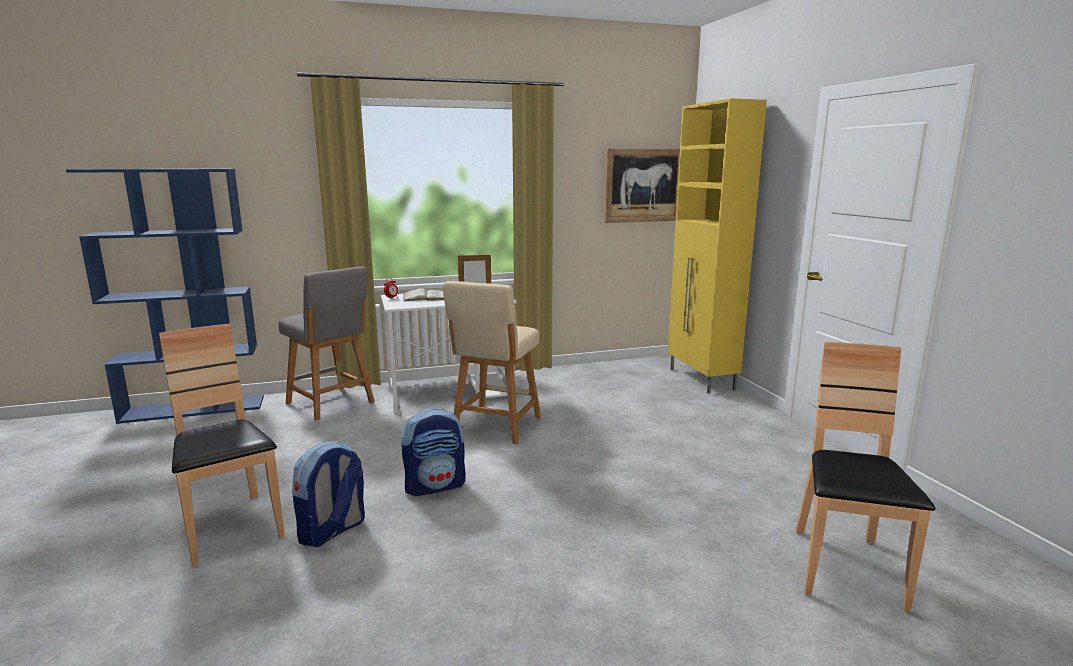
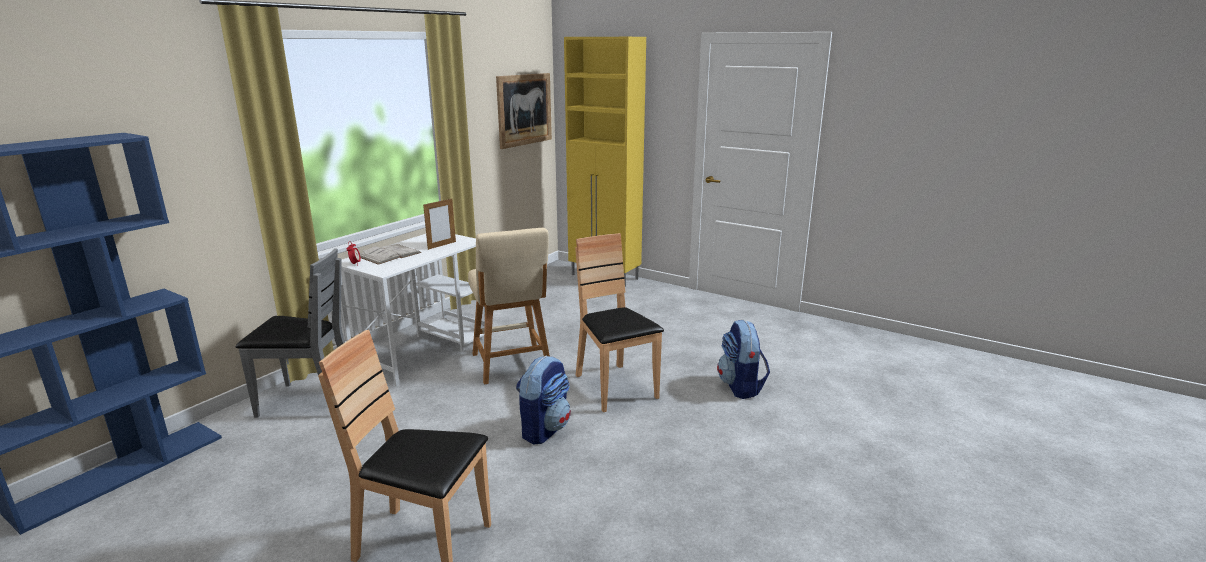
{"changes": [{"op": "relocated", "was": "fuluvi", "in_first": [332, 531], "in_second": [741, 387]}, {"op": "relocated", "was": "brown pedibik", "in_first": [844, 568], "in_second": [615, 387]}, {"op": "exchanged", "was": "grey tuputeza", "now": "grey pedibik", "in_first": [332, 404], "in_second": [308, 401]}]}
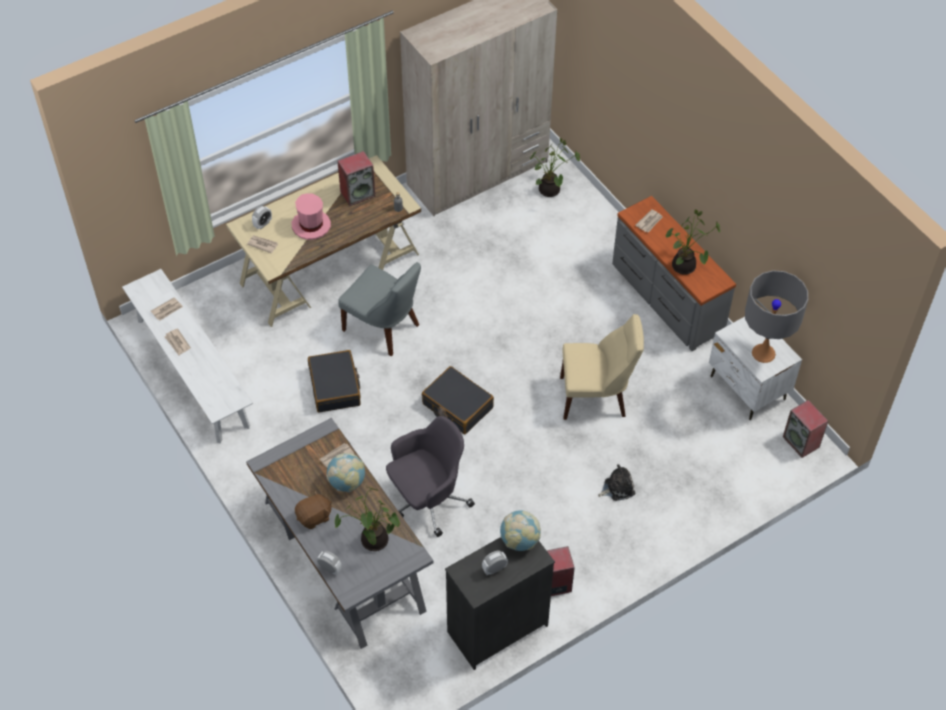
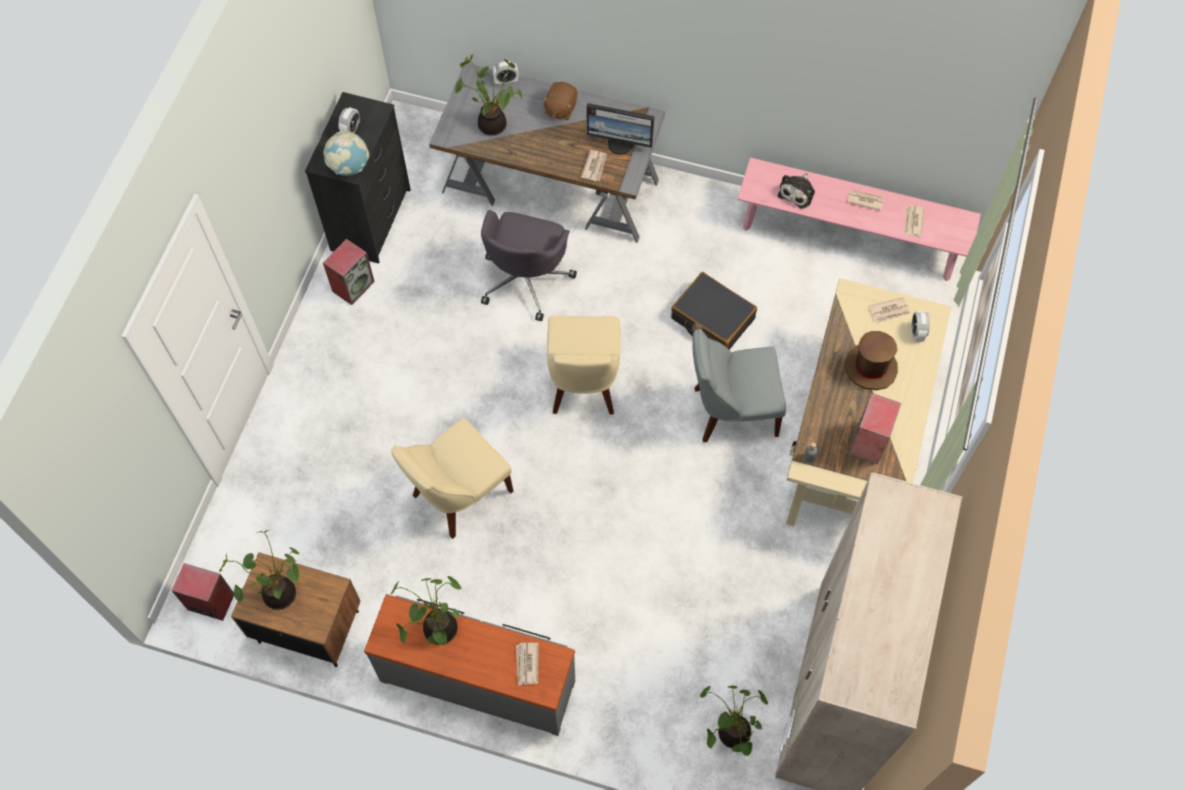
{"changes": [{"op": "missing", "was": "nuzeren", "in_first": [347, 482]}, {"op": "appeared", "now": "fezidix", "in_second": [620, 143]}, {"op": "relocated", "was": "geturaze", "in_first": [617, 488], "in_second": [797, 192]}, {"op": "exchanged", "was": "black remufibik", "now": "beige pedibik", "in_first": [457, 406], "in_second": [583, 384]}, {"op": "exchanged", "was": "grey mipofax", "now": "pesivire", "in_first": [763, 353], "in_second": [278, 591]}, {"op": "colour", "was": "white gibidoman", "now": "pink gibidoman", "in_first": [192, 372], "in_second": [849, 238]}, {"op": "colour", "was": "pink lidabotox", "now": "brown lidabotox", "in_first": [311, 225], "in_second": [870, 367]}, {"op": "colour", "was": "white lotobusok", "now": "brown lotobusok", "in_first": [747, 388], "in_second": [308, 626]}]}
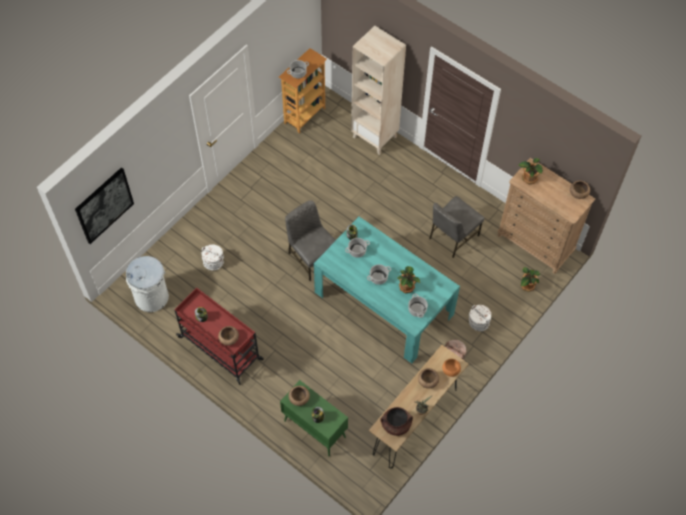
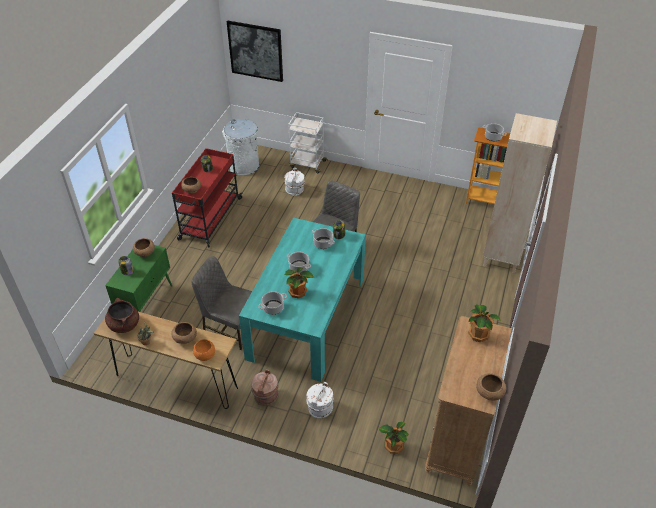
{"changes": [{"op": "appeared", "now": "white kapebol", "in_second": [307, 164]}, {"op": "relocated", "was": "grey pedibik", "in_first": [452, 237], "in_second": [231, 327]}]}
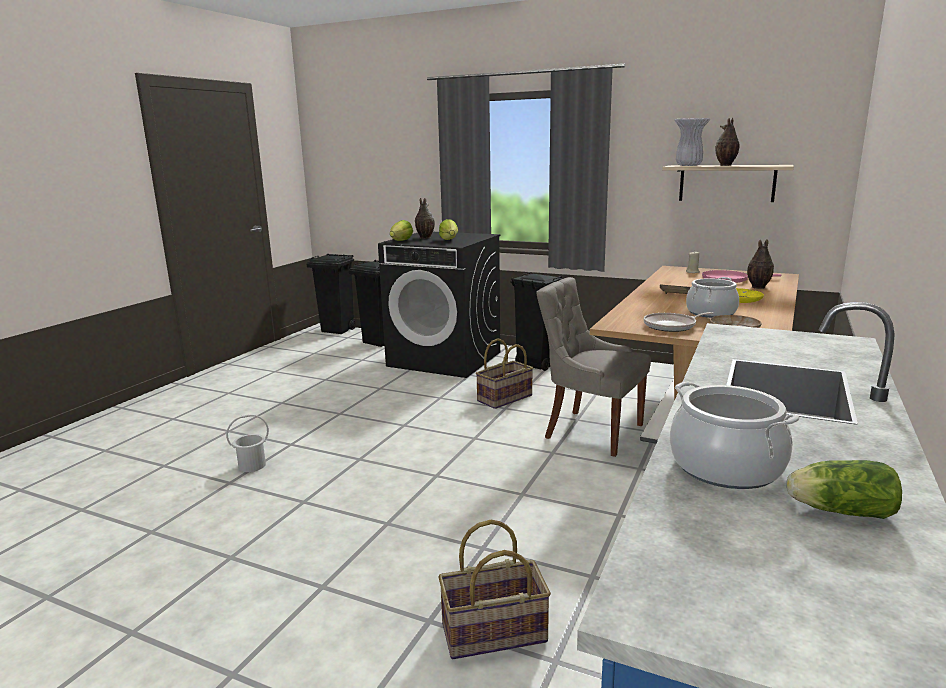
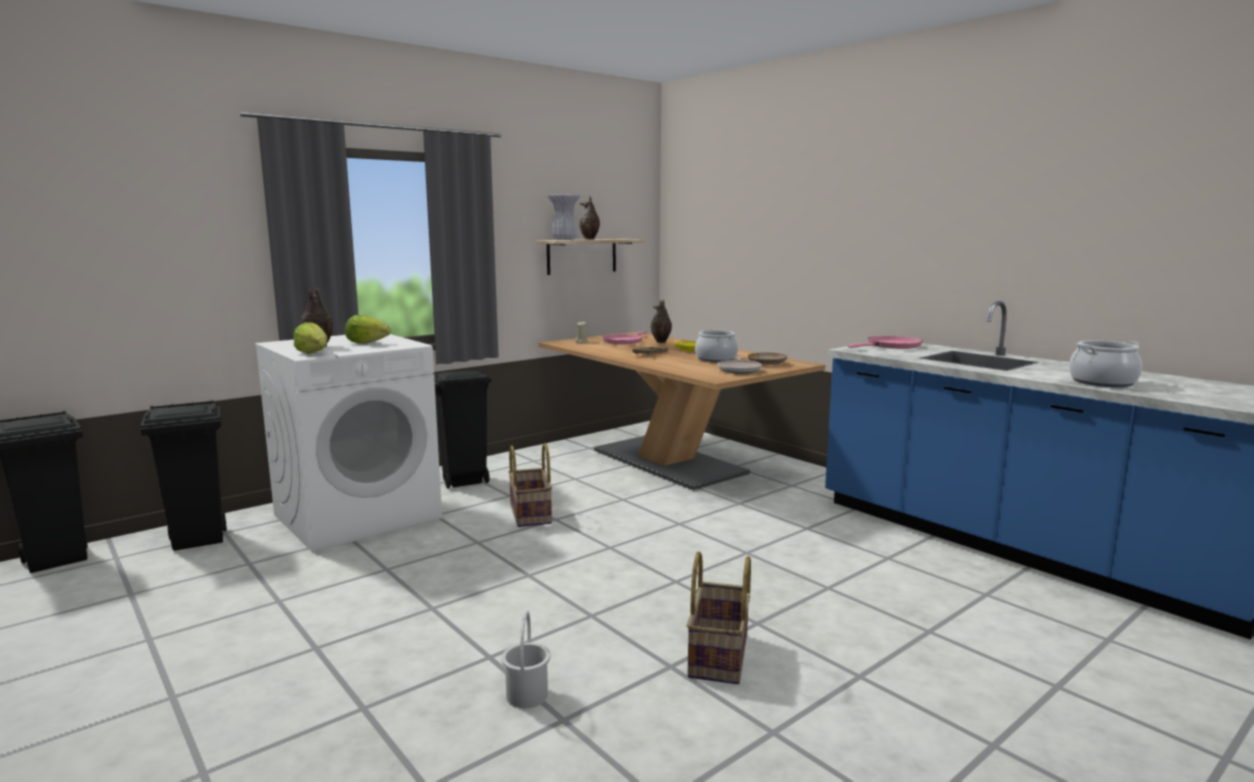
{"changes": [{"op": "missing", "was": "grey pedibik", "in_first": [591, 431]}, {"op": "missing", "was": "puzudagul", "in_first": [837, 511]}, {"op": "appeared", "now": "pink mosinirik", "in_second": [891, 346]}, {"op": "relocated", "was": "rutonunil", "in_first": [493, 634], "in_second": [720, 656]}, {"op": "colour", "was": "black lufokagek", "now": "white lufokagek", "in_first": [445, 359], "in_second": [358, 516]}]}
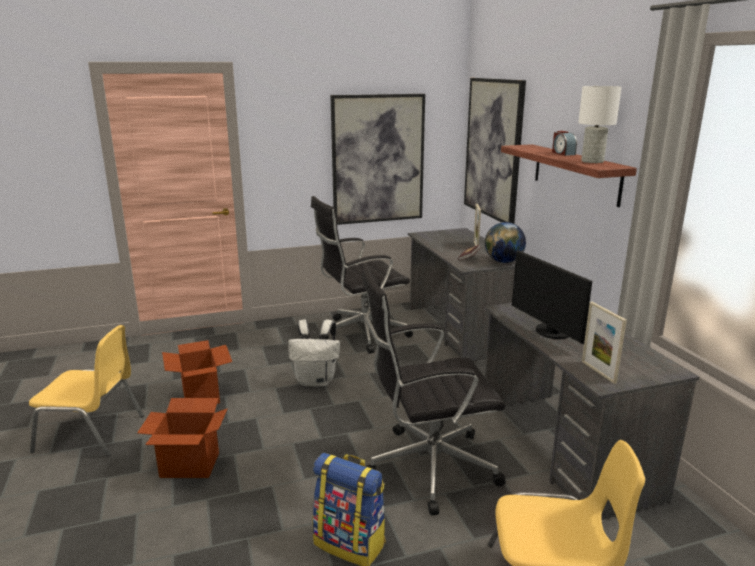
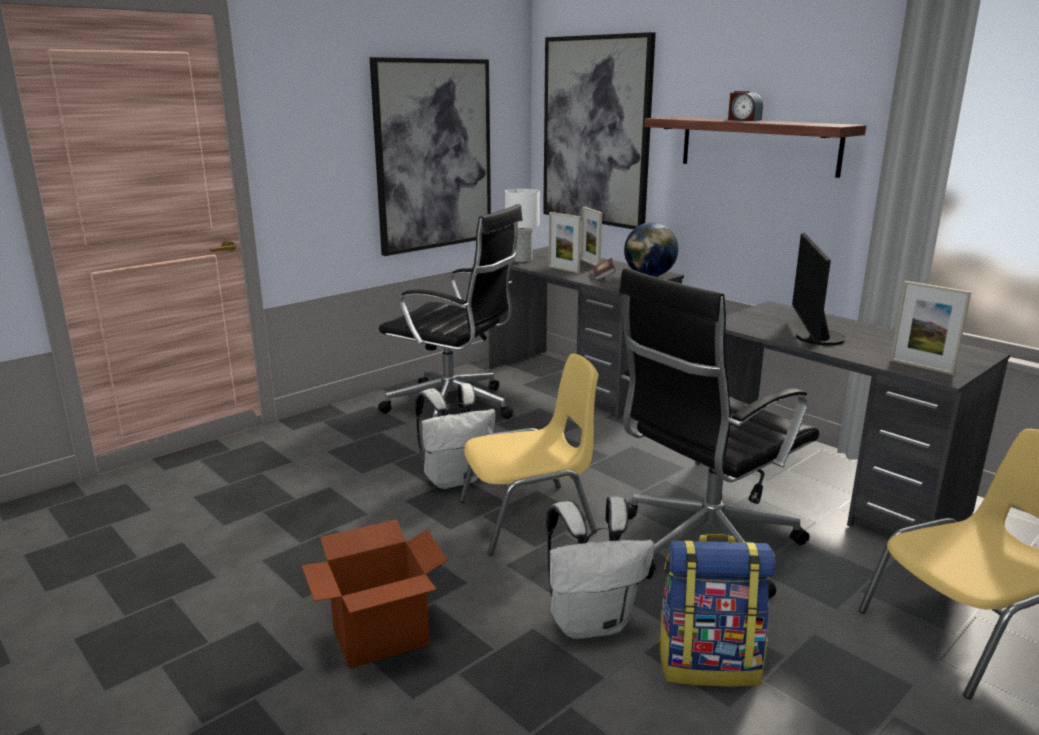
{"changes": [{"op": "missing", "was": "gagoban", "in_first": [201, 396]}, {"op": "appeared", "now": "white fuluvi", "in_second": [591, 622]}, {"op": "appeared", "now": "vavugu", "in_second": [563, 269]}, {"op": "relocated", "was": "yellow pedibik", "in_first": [92, 433], "in_second": [529, 517]}, {"op": "relocated", "was": "white mipofax", "in_first": [591, 161], "in_second": [521, 260]}, {"op": "spun", "was": "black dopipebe", "in_first": [361, 333], "in_second": [454, 408], "clockwise": -105}, {"op": "spun", "was": "fezidix", "in_first": [550, 332], "in_second": [814, 337], "clockwise": 60}]}
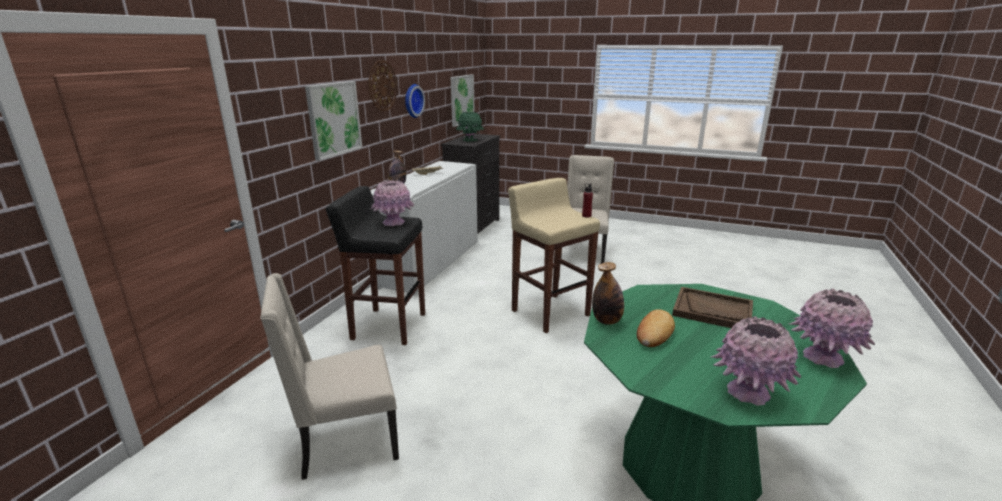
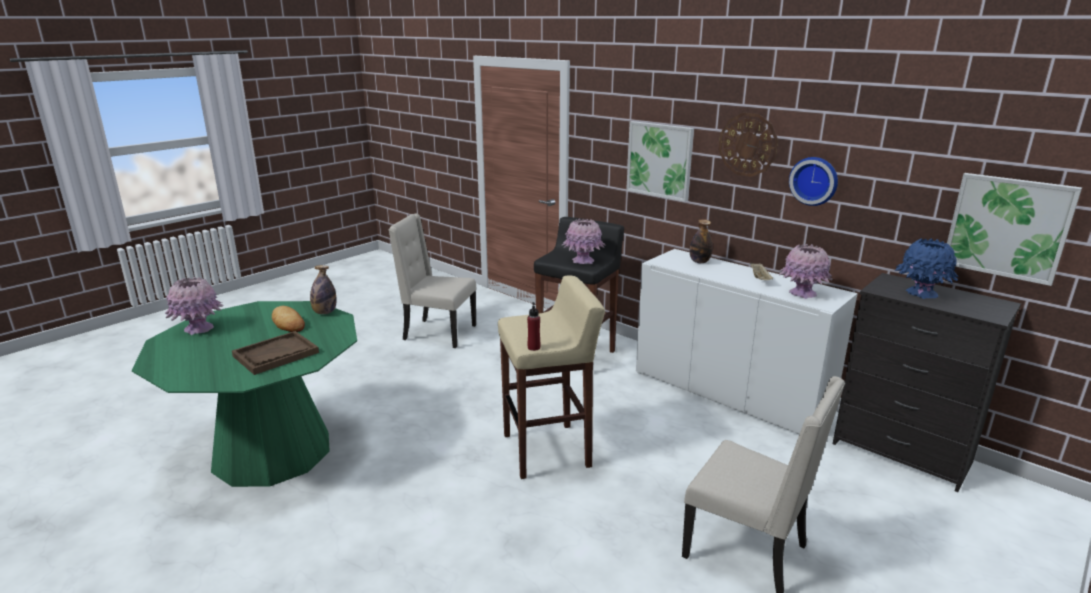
{"changes": [{"op": "relocated", "was": "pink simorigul", "in_first": [823, 357], "in_second": [802, 294]}, {"op": "colour", "was": "green simorigul", "now": "blue simorigul", "in_first": [470, 140], "in_second": [921, 294]}, {"op": "spun", "was": "beige pedibik", "in_first": [345, 442], "in_second": [438, 333], "clockwise": -75}]}
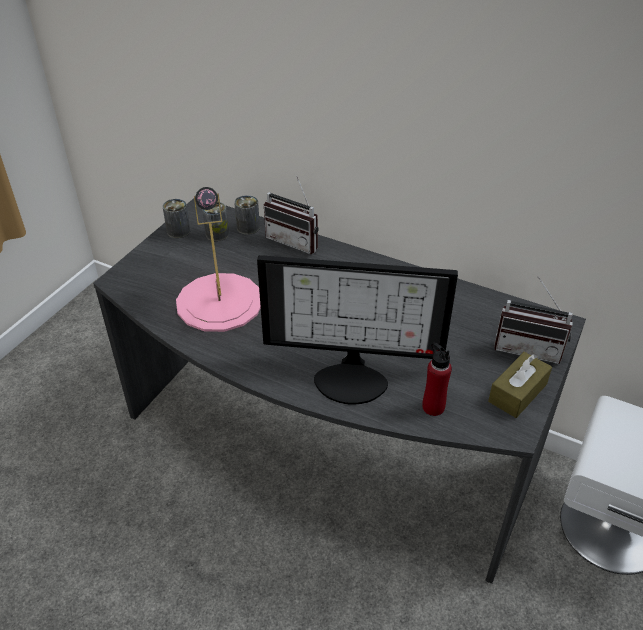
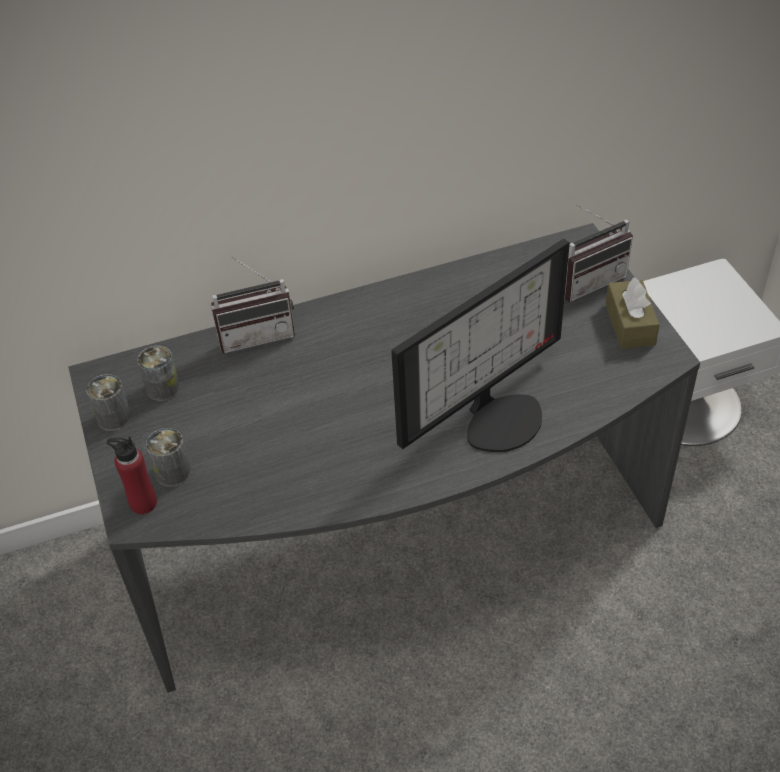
{"changes": [{"op": "missing", "was": "pink mipofax", "in_first": [219, 302]}, {"op": "relocated", "was": "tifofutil", "in_first": [248, 227], "in_second": [173, 472]}, {"op": "relocated", "was": "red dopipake", "in_first": [433, 407], "in_second": [143, 503]}]}
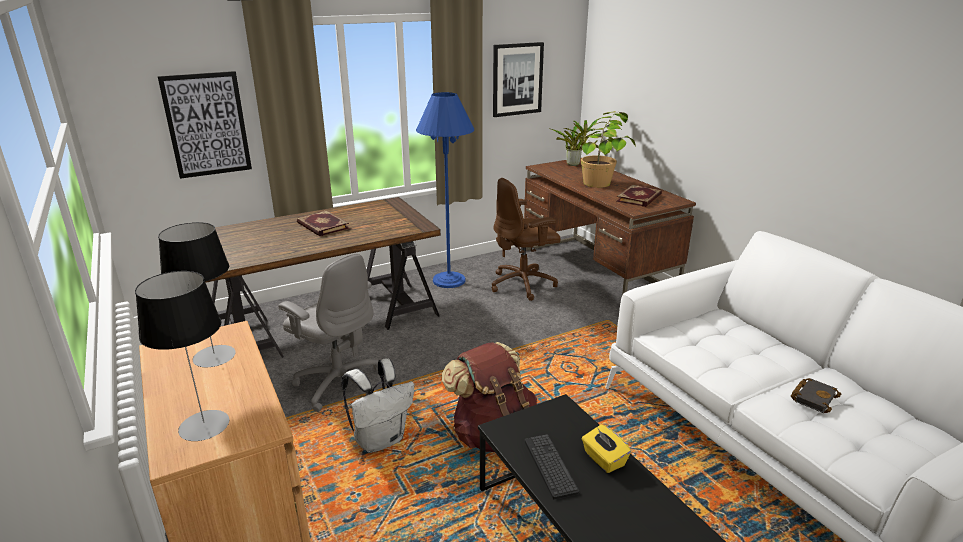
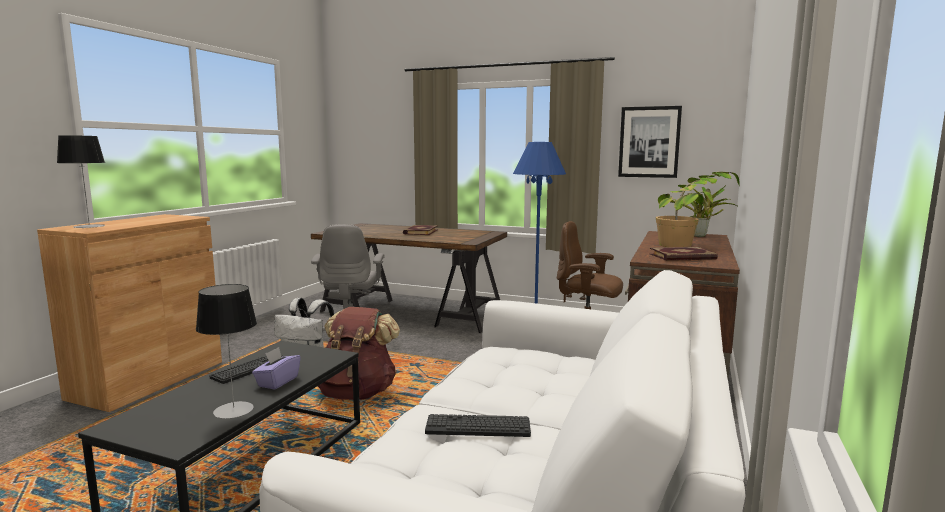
{"changes": [{"op": "missing", "was": "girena", "in_first": [207, 125]}, {"op": "relocated", "was": "mipofax", "in_first": [214, 356], "in_second": [233, 410]}, {"op": "exchanged", "was": "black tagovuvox", "now": "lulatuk", "in_first": [813, 397], "in_second": [478, 427]}, {"op": "colour", "was": "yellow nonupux", "now": "purple nonupux", "in_first": [603, 459], "in_second": [277, 382]}]}
